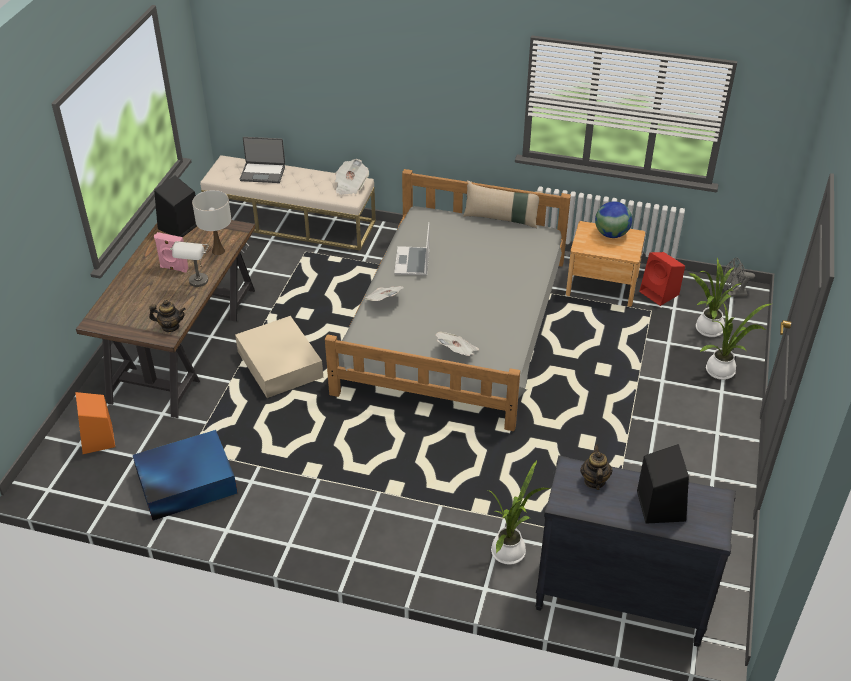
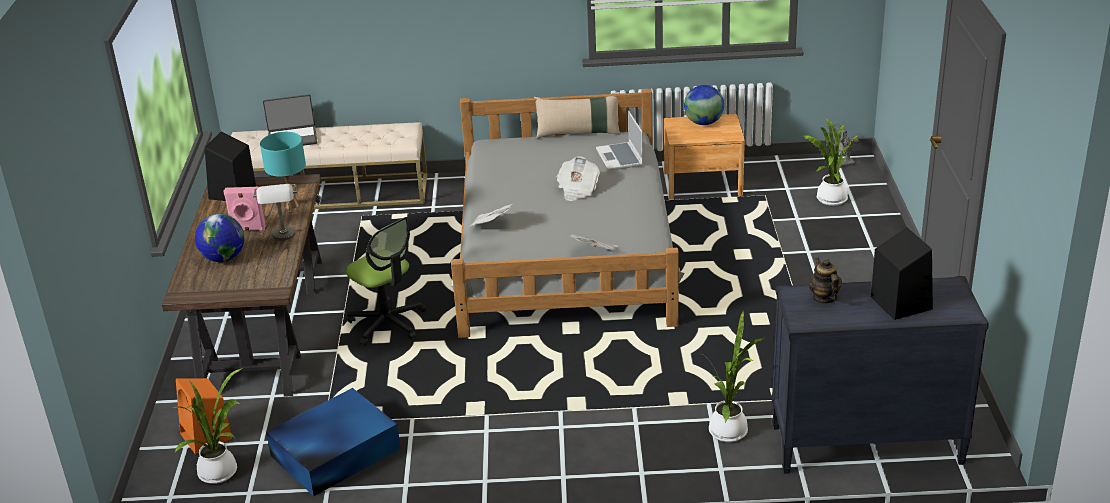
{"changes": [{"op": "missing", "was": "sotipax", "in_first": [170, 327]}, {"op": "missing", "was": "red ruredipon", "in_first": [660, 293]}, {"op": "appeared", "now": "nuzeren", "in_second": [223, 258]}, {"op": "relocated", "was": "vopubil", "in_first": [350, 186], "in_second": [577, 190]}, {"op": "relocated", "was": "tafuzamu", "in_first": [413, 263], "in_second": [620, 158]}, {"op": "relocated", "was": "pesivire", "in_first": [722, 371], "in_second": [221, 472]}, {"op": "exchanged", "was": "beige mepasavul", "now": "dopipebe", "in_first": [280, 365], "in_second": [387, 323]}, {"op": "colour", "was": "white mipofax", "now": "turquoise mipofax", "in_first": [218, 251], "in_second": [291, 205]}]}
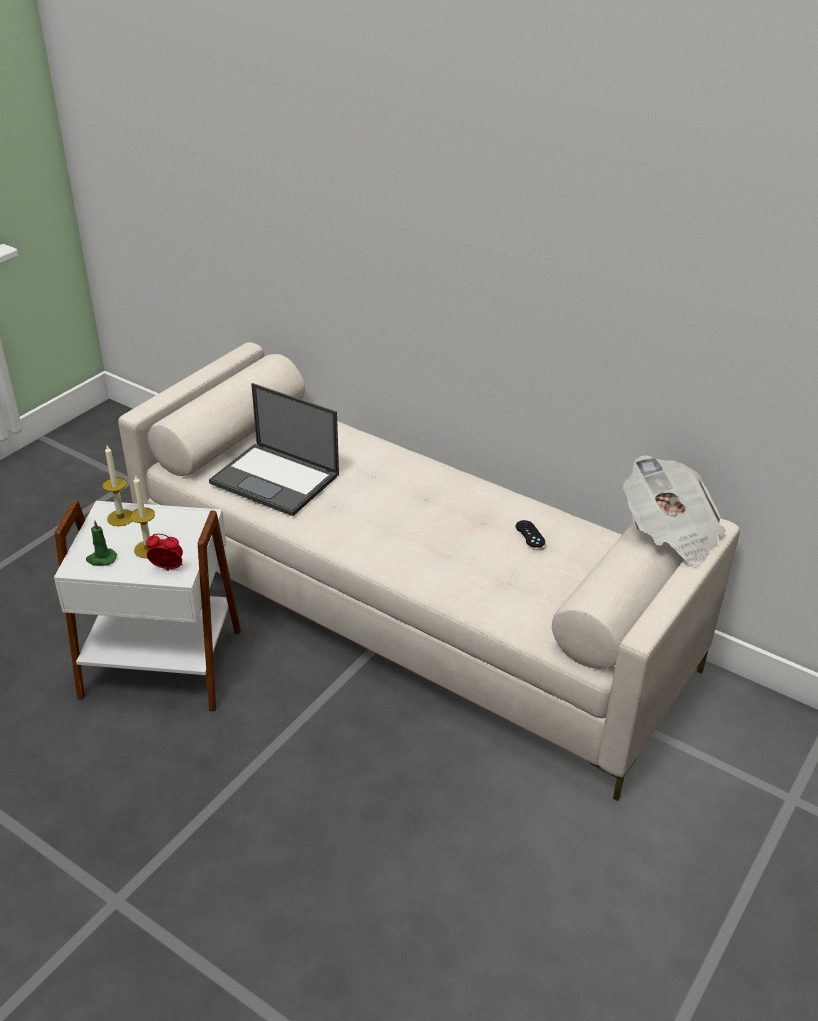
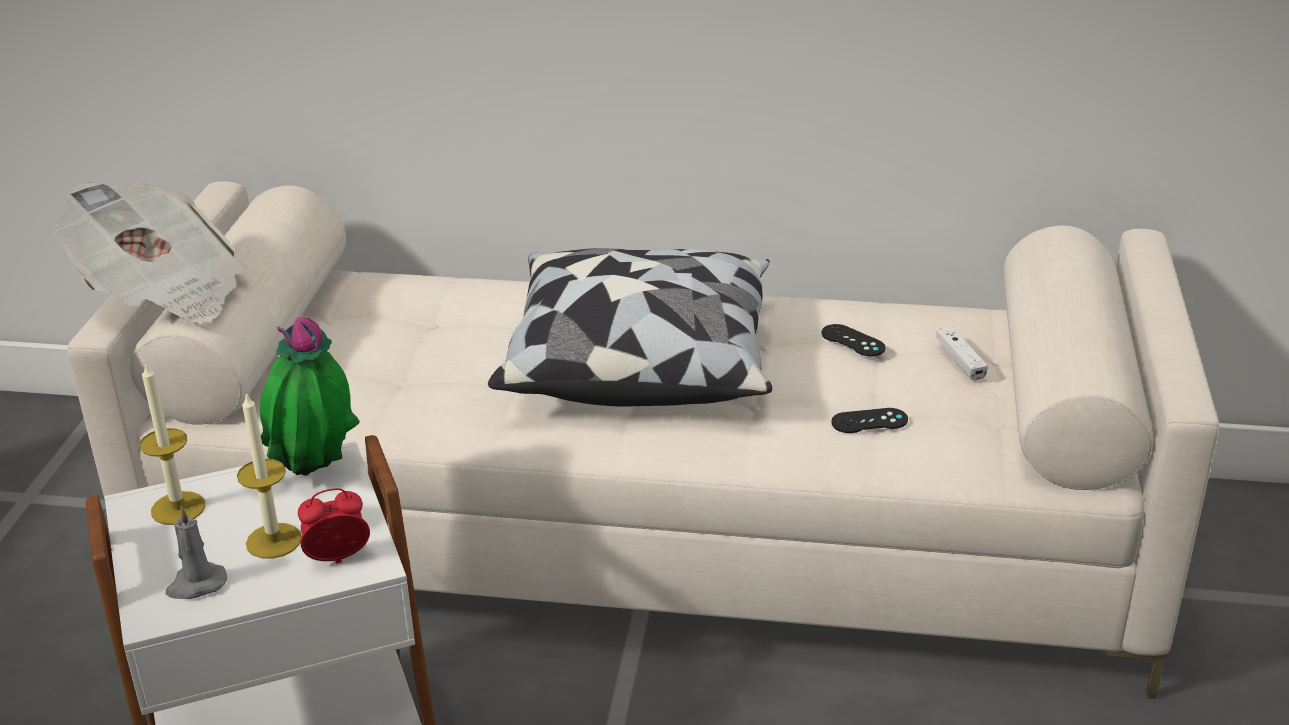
{"changes": [{"op": "missing", "was": "tafuzamu", "in_first": [276, 479]}, {"op": "appeared", "now": "pesivire", "in_second": [315, 475]}, {"op": "appeared", "now": "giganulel", "in_second": [639, 361]}, {"op": "appeared", "now": "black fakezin", "in_second": [869, 421]}, {"op": "appeared", "now": "white fakezin", "in_second": [960, 360]}, {"op": "relocated", "was": "vopubil", "in_first": [670, 532], "in_second": [162, 292]}, {"op": "colour", "was": "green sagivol", "now": "grey sagivol", "in_first": [101, 559], "in_second": [196, 584]}]}
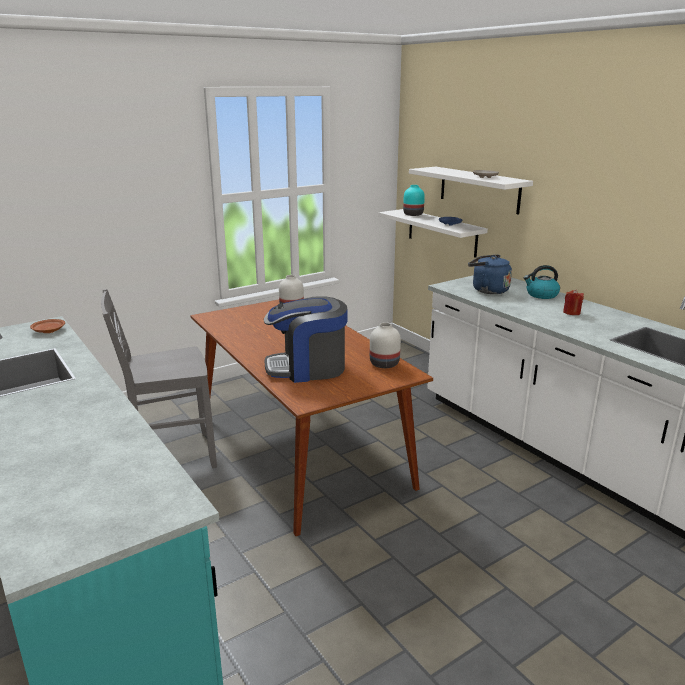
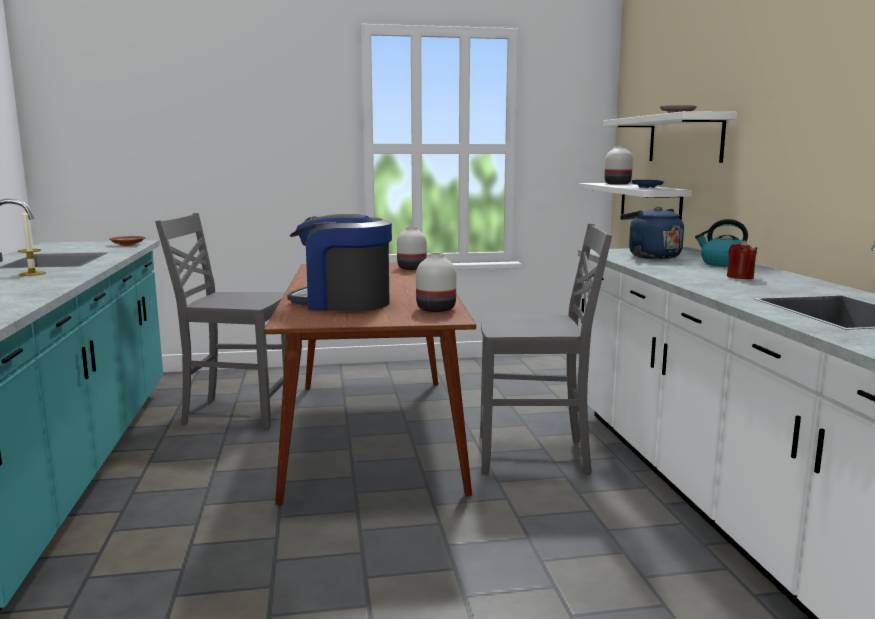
{"changes": [{"op": "appeared", "now": "sagivol", "in_second": [32, 274]}, {"op": "appeared", "now": "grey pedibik", "in_second": [535, 455]}, {"op": "colour", "was": "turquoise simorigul", "now": "white simorigul", "in_first": [413, 214], "in_second": [617, 184]}]}
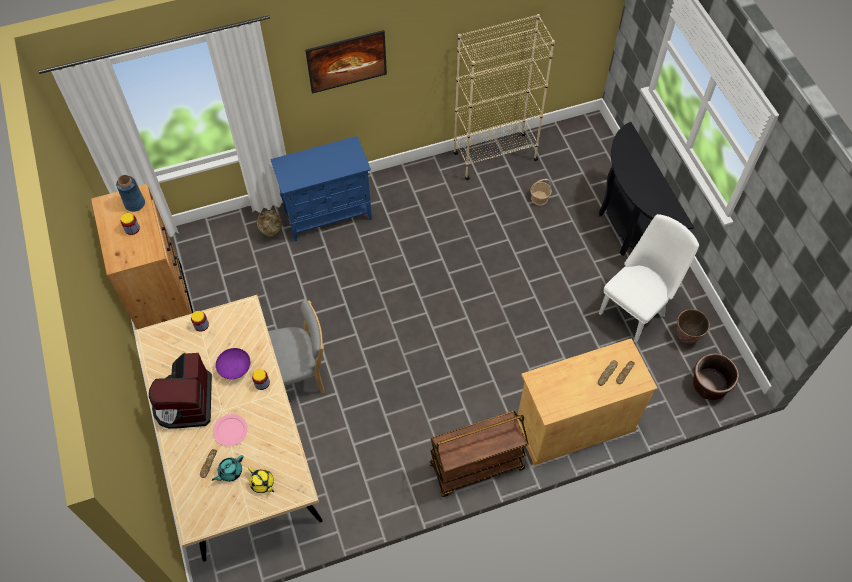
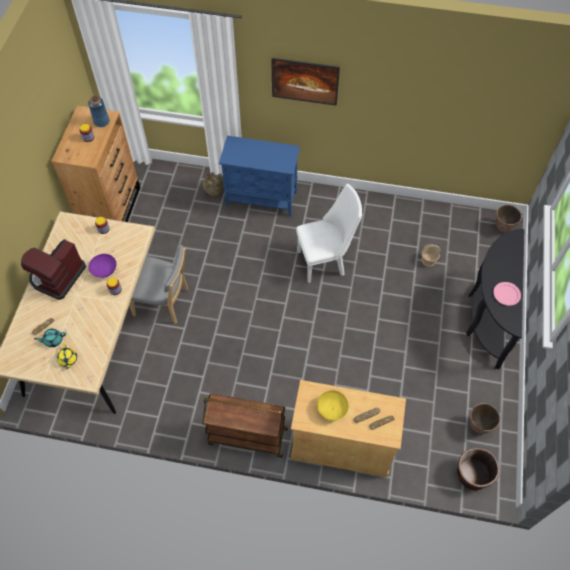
{"changes": [{"op": "missing", "was": "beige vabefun", "in_first": [494, 157]}, {"op": "appeared", "now": "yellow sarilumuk", "in_second": [331, 409]}, {"op": "appeared", "now": "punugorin", "in_second": [503, 227]}, {"op": "relocated", "was": "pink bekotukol", "in_first": [230, 431], "in_second": [506, 294]}, {"op": "relocated", "was": "white pedibik", "in_first": [635, 310], "in_second": [325, 261]}]}
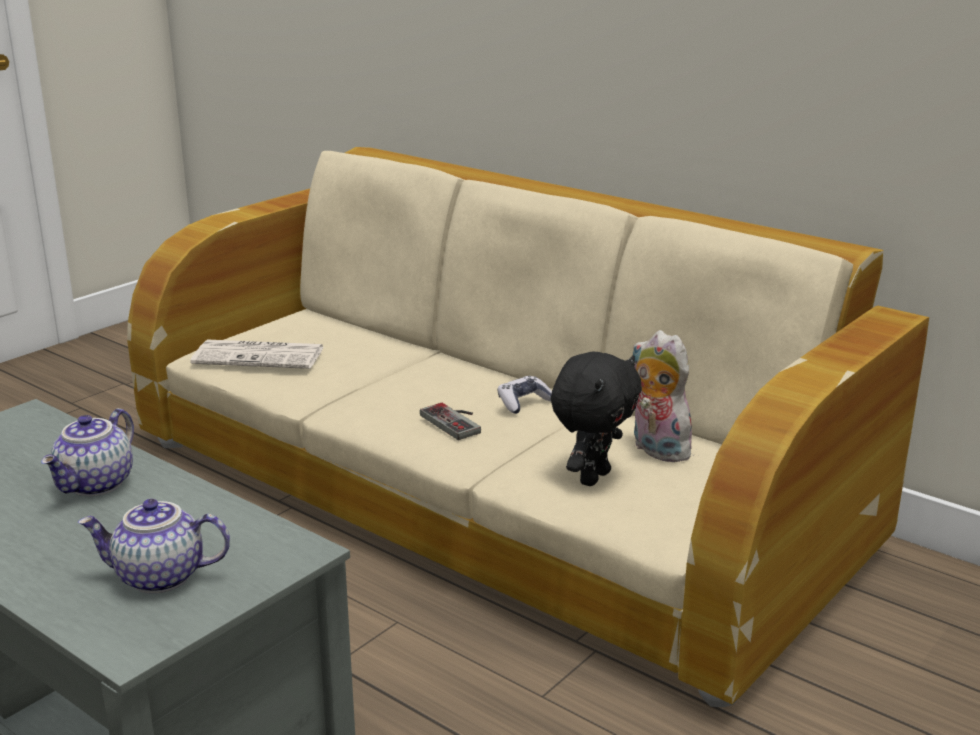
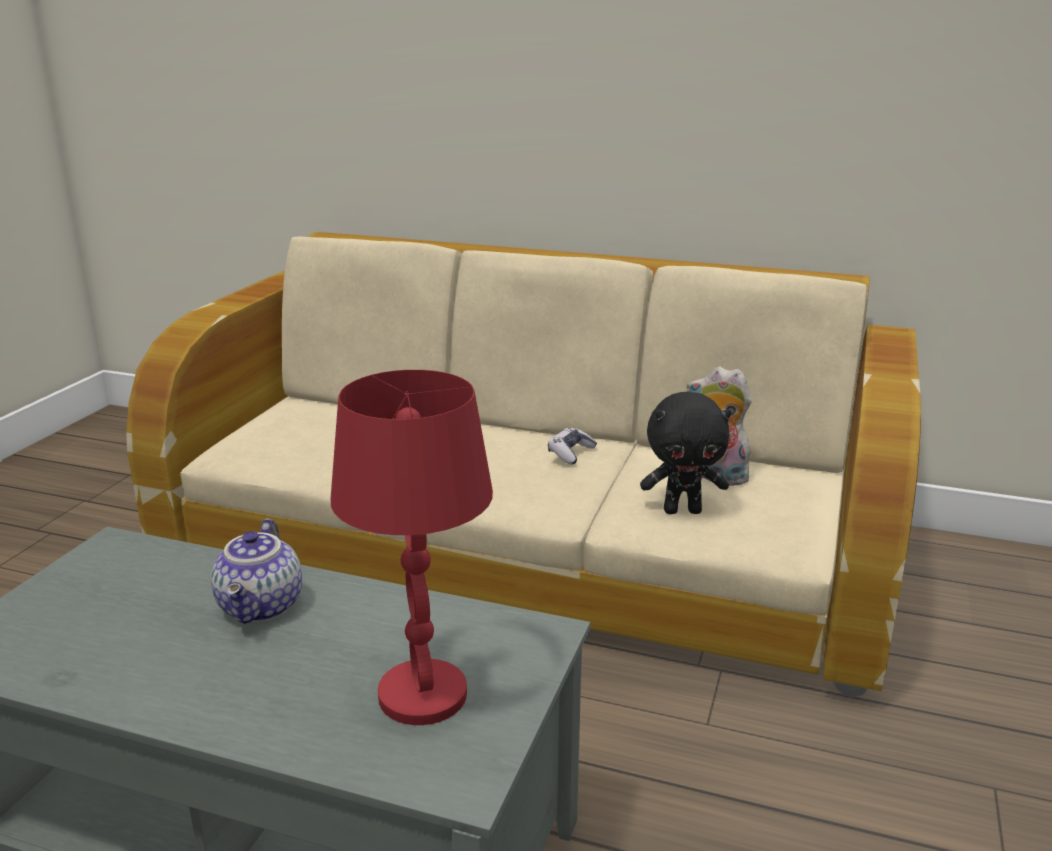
{"changes": [{"op": "missing", "was": "vopubil", "in_first": [261, 356]}, {"op": "missing", "was": "fakezin", "in_first": [457, 421]}, {"op": "exchanged", "was": "sotipax", "now": "red mipofax", "in_first": [158, 578], "in_second": [423, 695]}, {"op": "spun", "was": "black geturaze", "in_first": [593, 477], "in_second": [682, 510], "clockwise": 75}]}
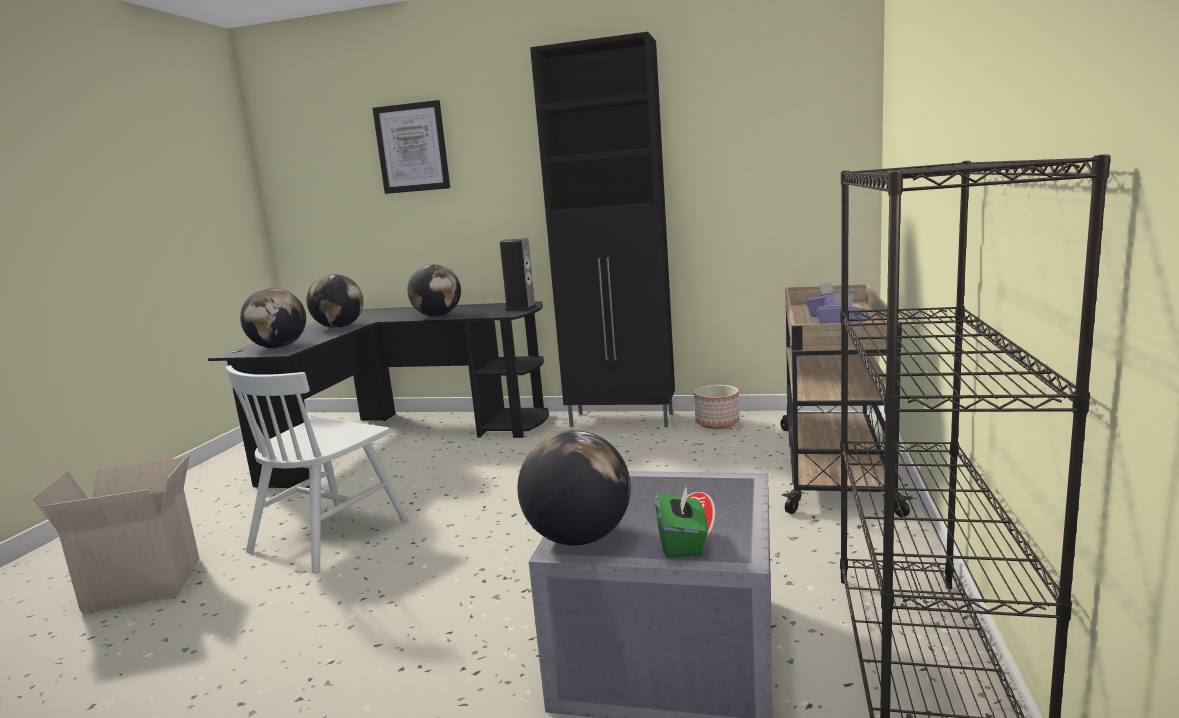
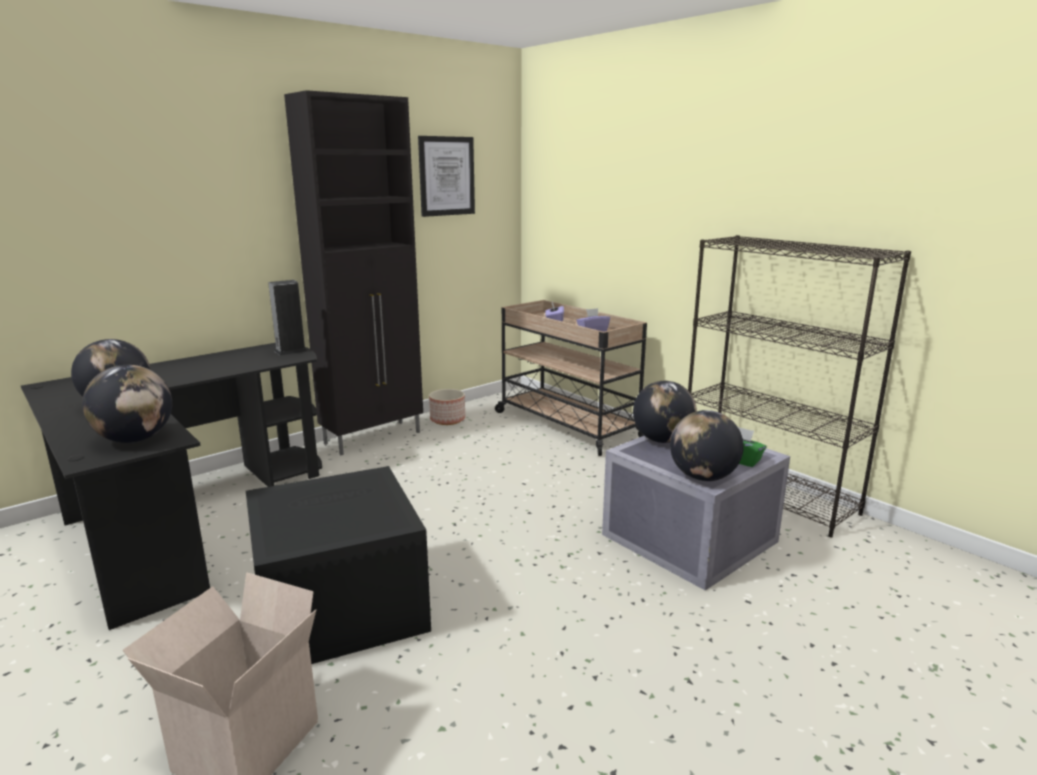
{"changes": [{"op": "relocated", "was": "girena", "in_first": [412, 148], "in_second": [446, 176]}, {"op": "relocated", "was": "nuzeren", "in_first": [437, 316], "in_second": [662, 440]}, {"op": "exchanged", "was": "white pedibik", "now": "black mepasavul", "in_first": [329, 535], "in_second": [338, 608]}]}
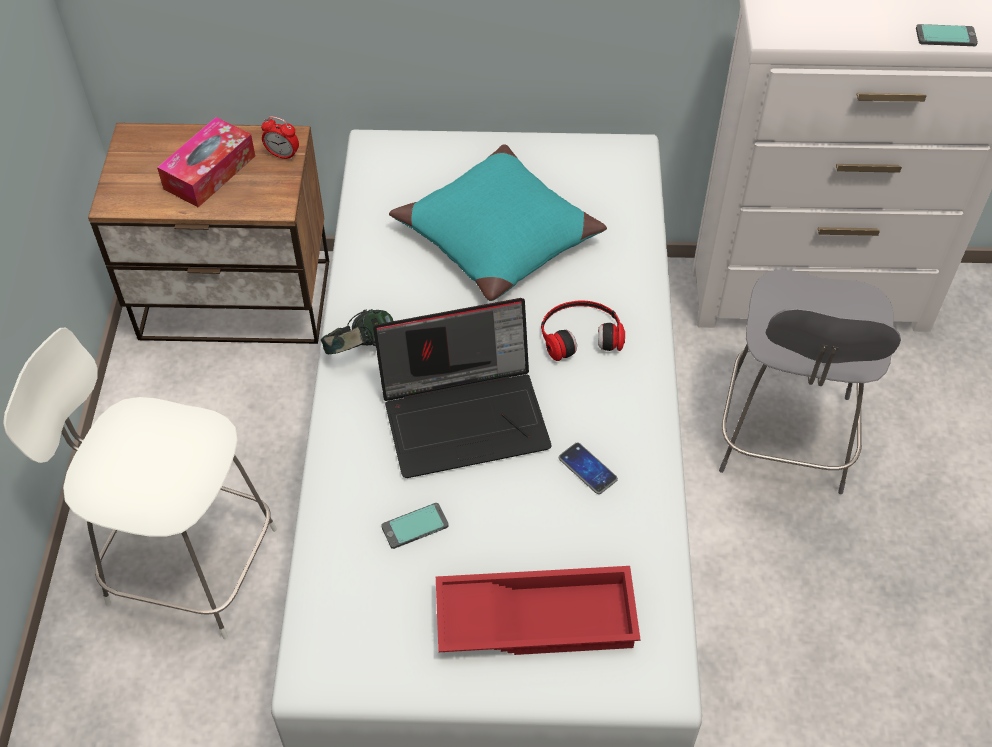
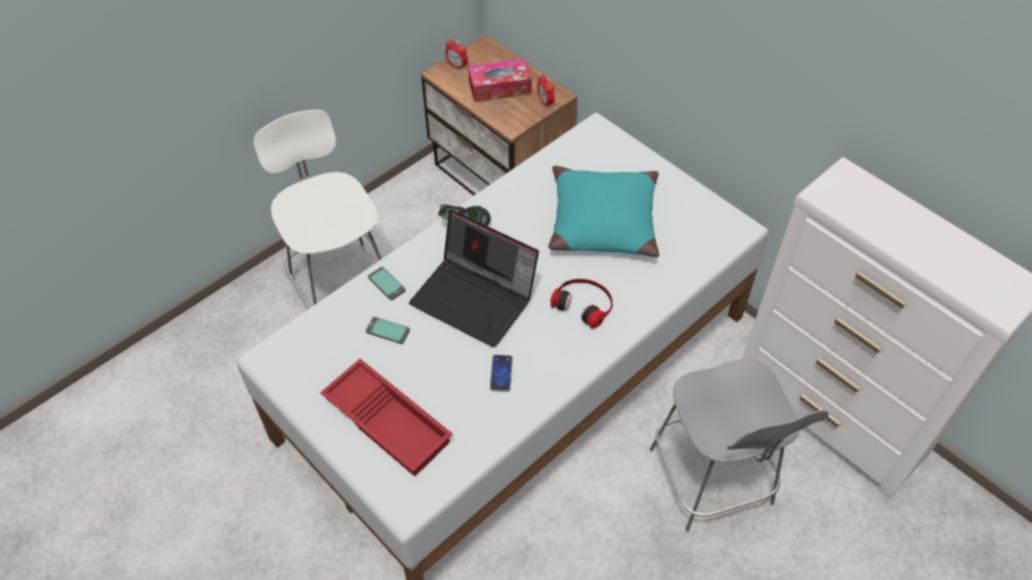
{"changes": [{"op": "appeared", "now": "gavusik", "in_second": [457, 66]}, {"op": "relocated", "was": "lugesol", "in_first": [945, 36], "in_second": [387, 284]}, {"op": "spun", "was": "grey pedibik", "in_first": [784, 439], "in_second": [712, 480], "clockwise": -75}]}
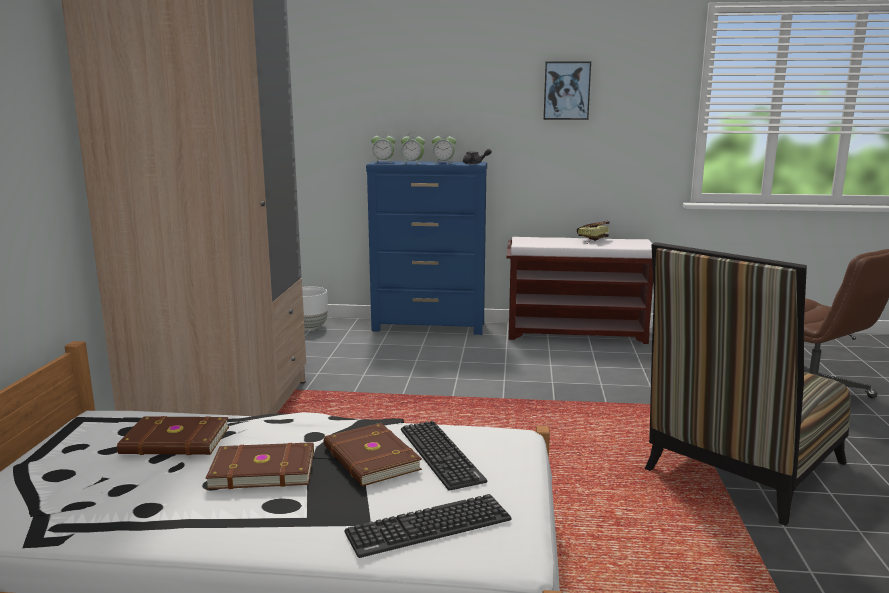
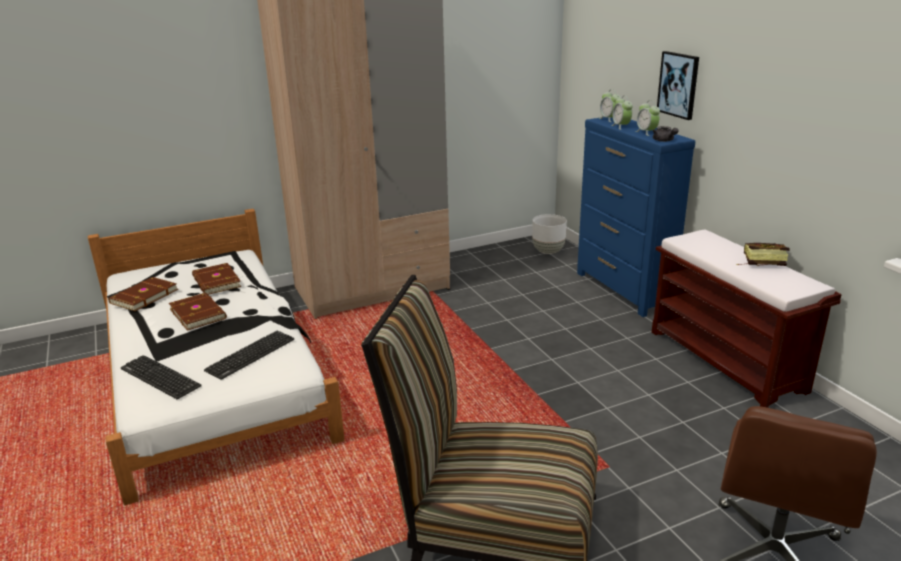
{"changes": [{"op": "relocated", "was": "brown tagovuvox", "in_first": [370, 459], "in_second": [143, 296]}, {"op": "relocated", "was": "girena", "in_first": [566, 90], "in_second": [678, 85]}]}
